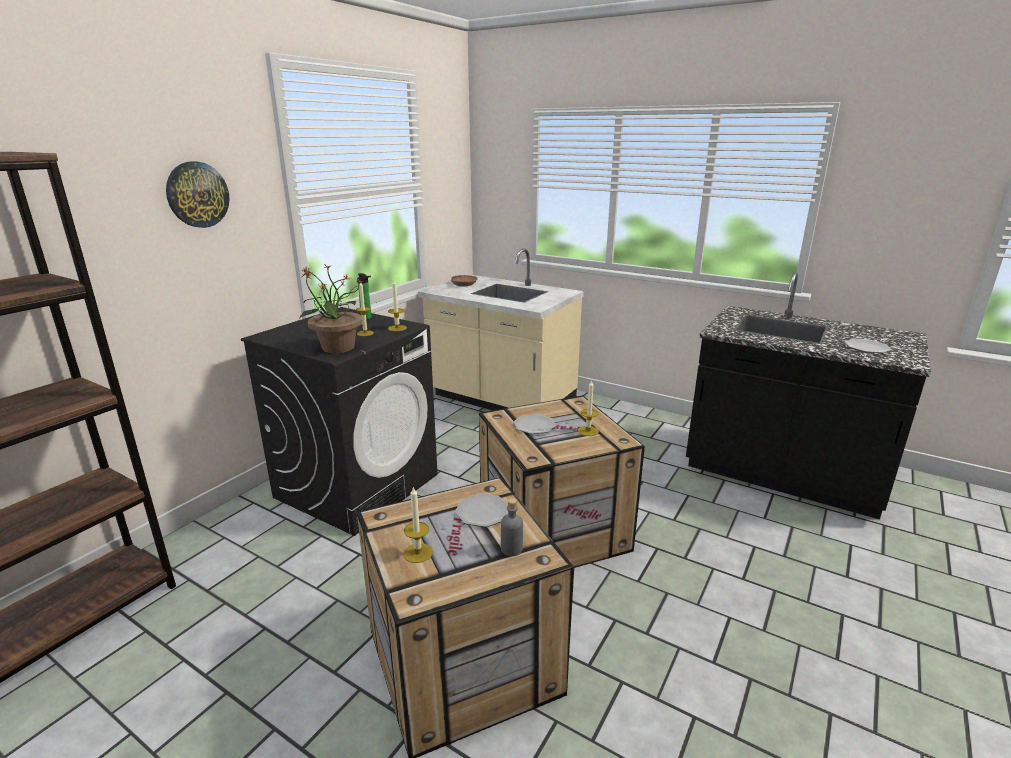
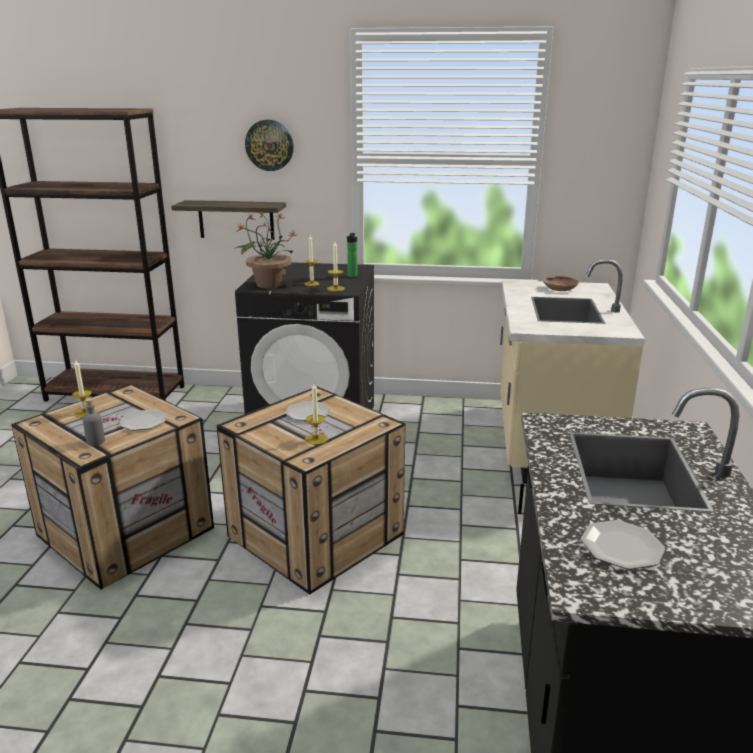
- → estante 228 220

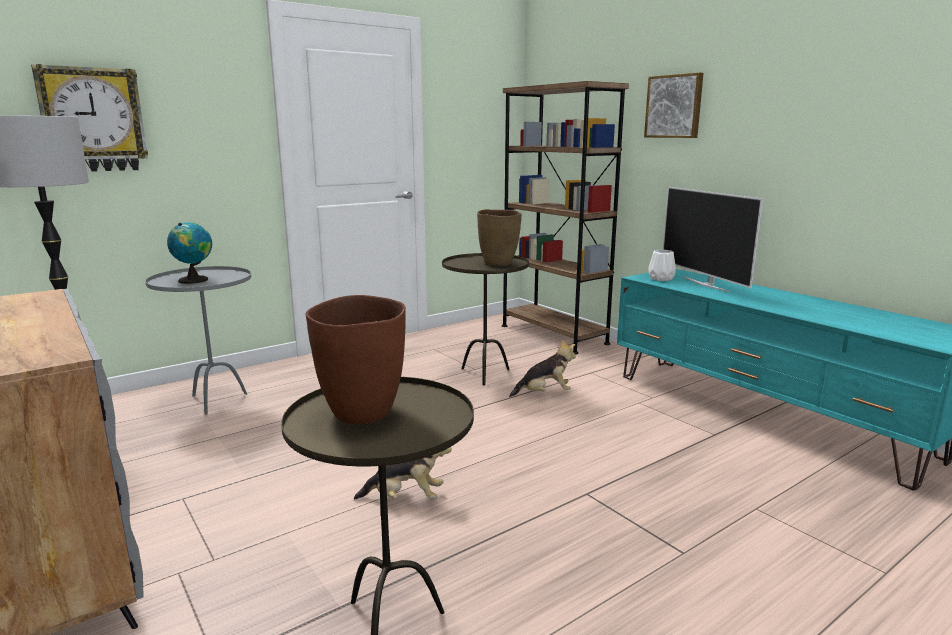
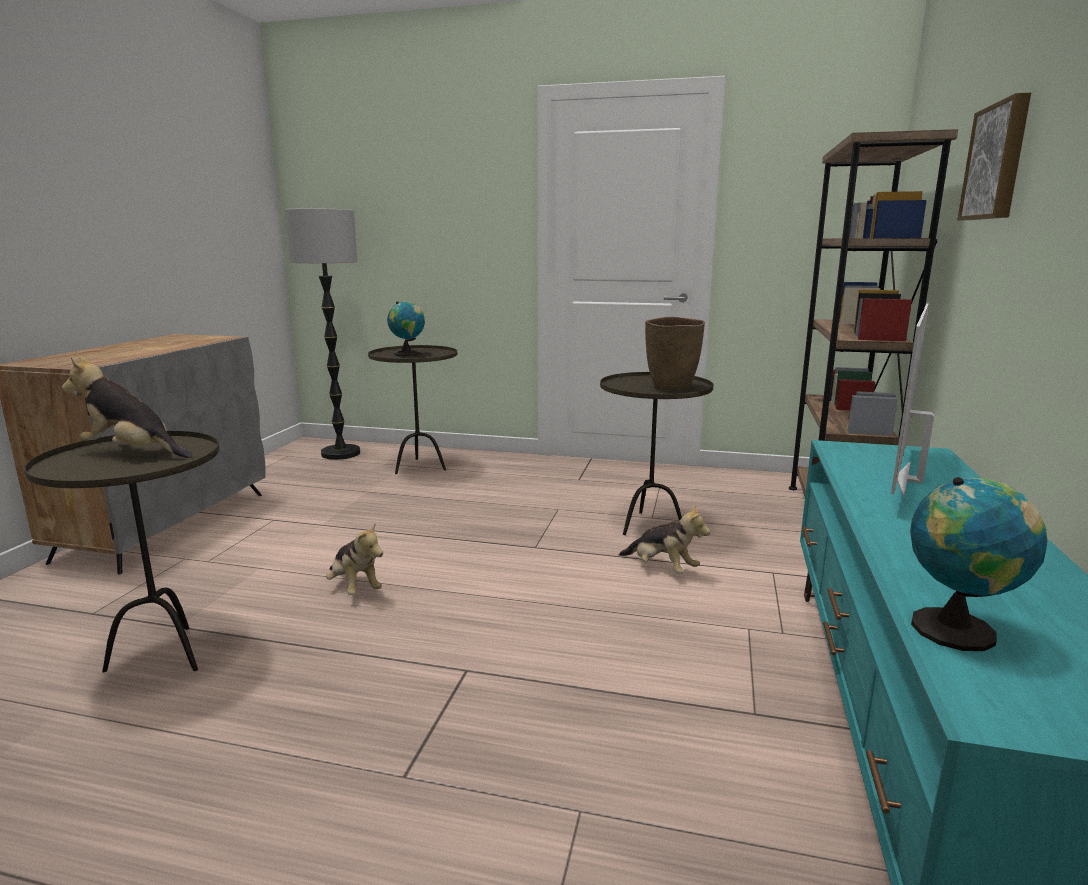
reloj de pared 89 118 → -
mesa auxiliar/gris 198 340 → mesa auxiliar/marrón 412 409
florero/marrón 356 359 → peluche 127 407
florero/blanco 662 265 → -
- → globo terráqueo 979 564

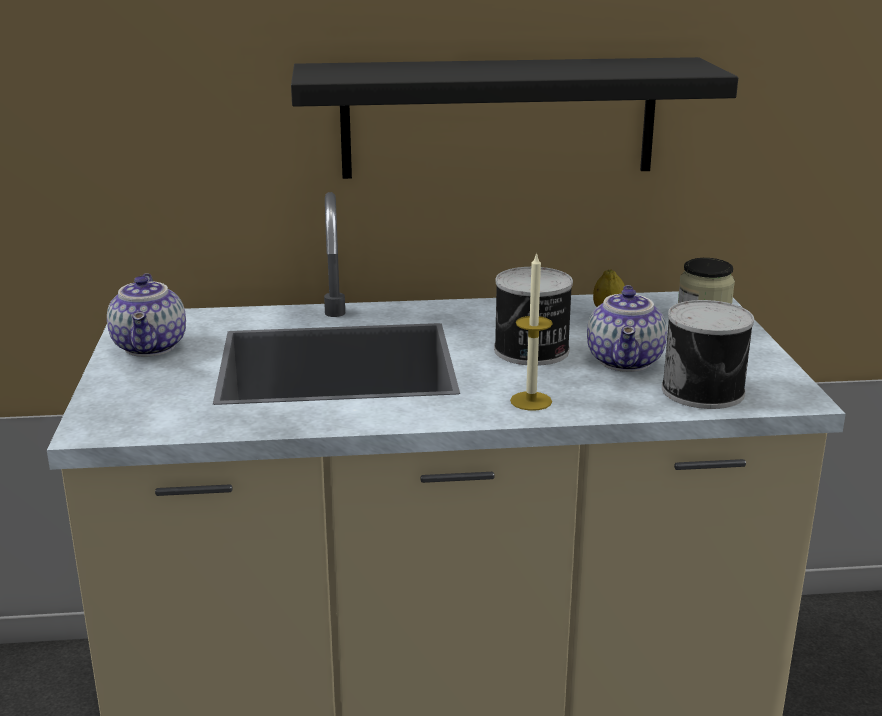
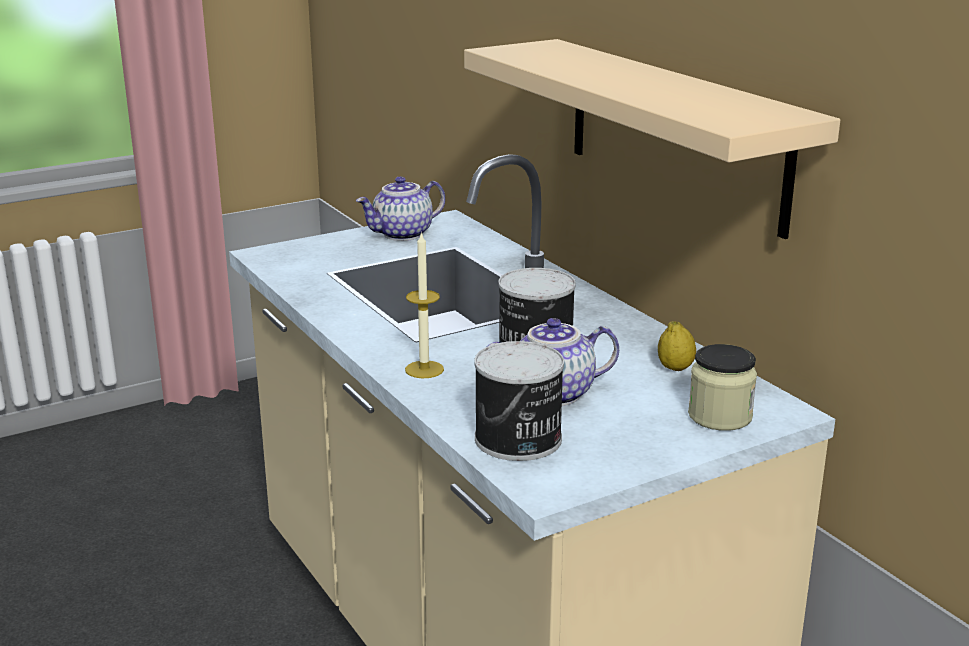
estante/negro 514 118 → estante/beis 652 139

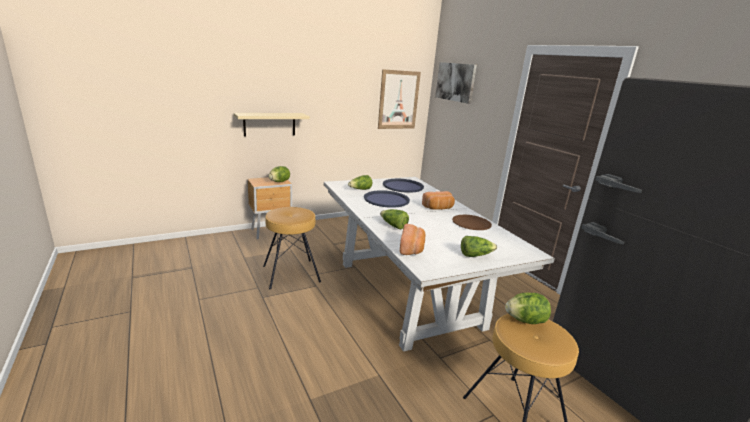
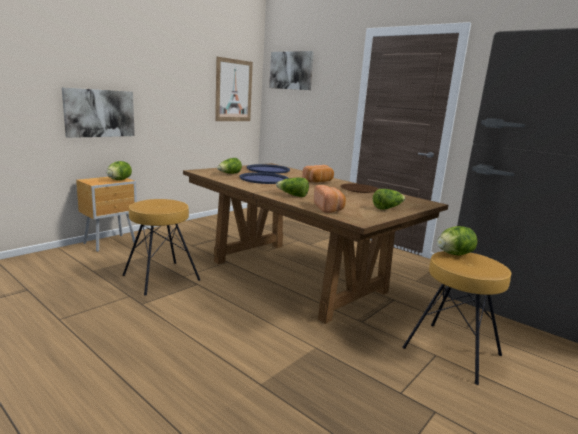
estante/beis 272 124 → cuadro 98 112
mesa de comedor/blanco 439 264 → mesa de comedor/marrón 315 243

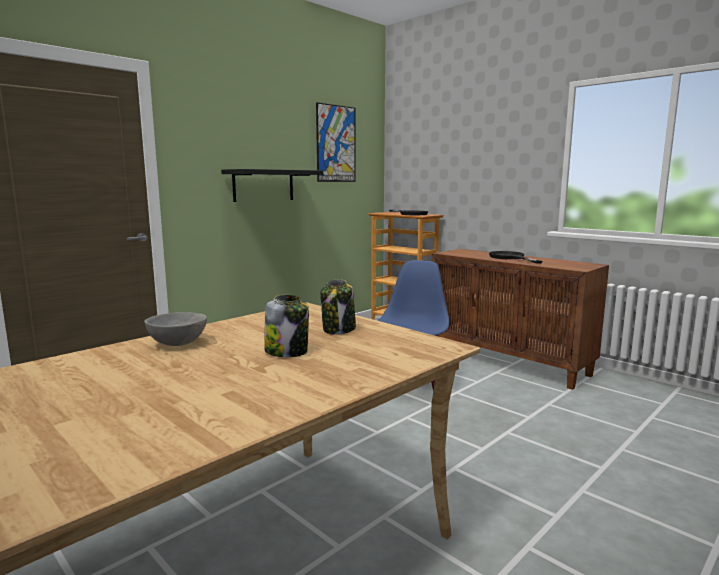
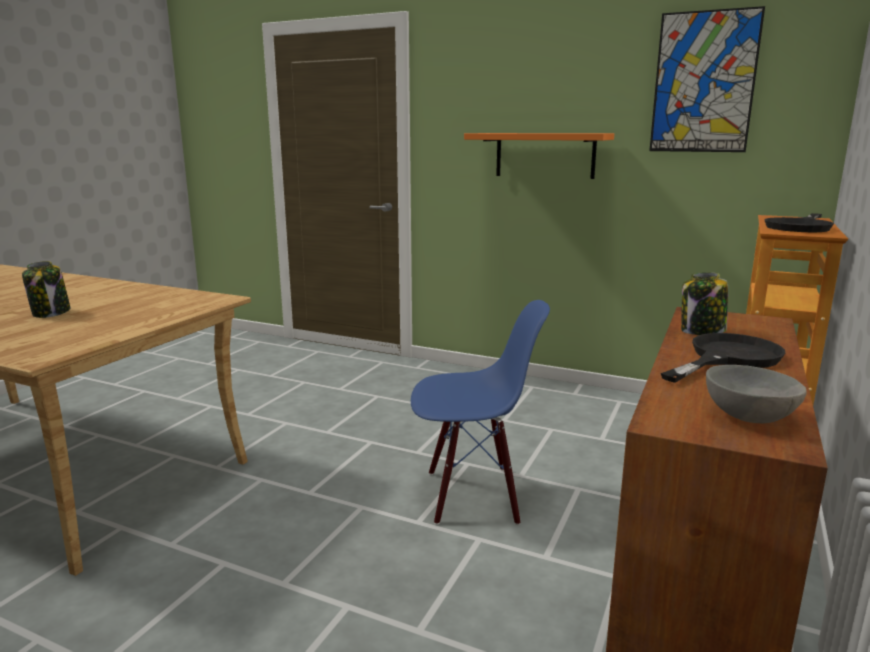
cuenco/gris 175 329 → cuenco/gris 756 394, relocated
estante/negro 272 185 → estante/naranja 539 156
tarro 338 307 → tarro 704 303, relocated

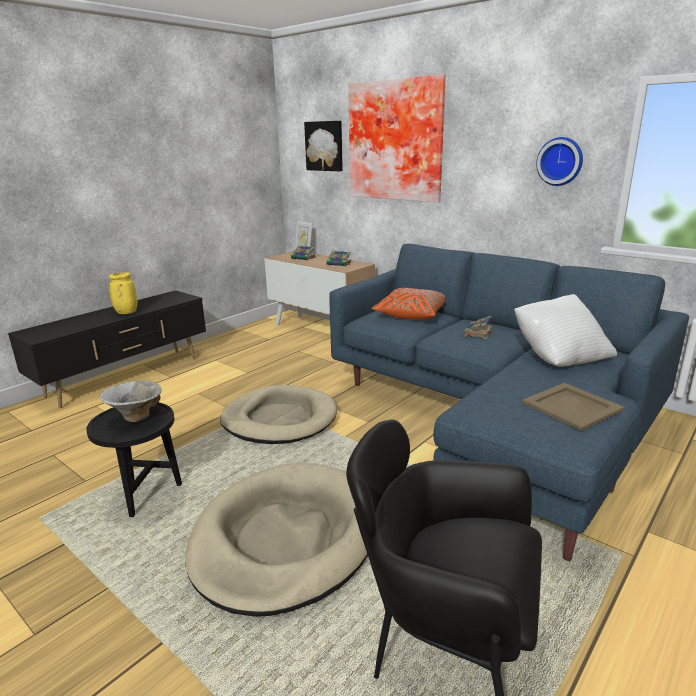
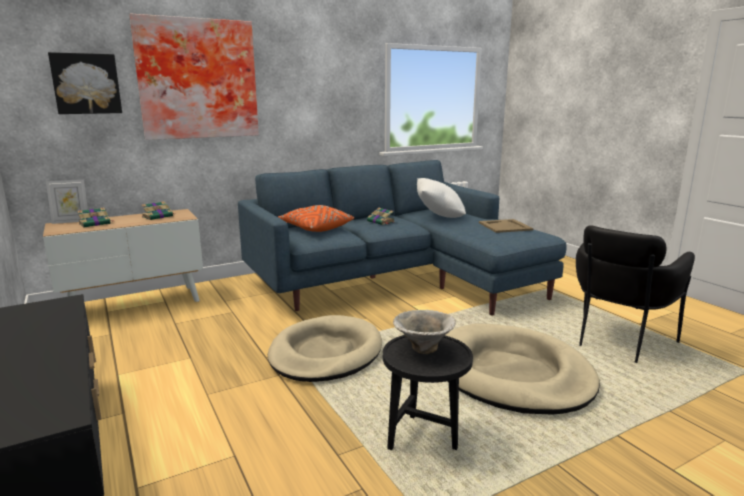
florero/amarillo 123 293 → -
reloj de pared 559 161 → -

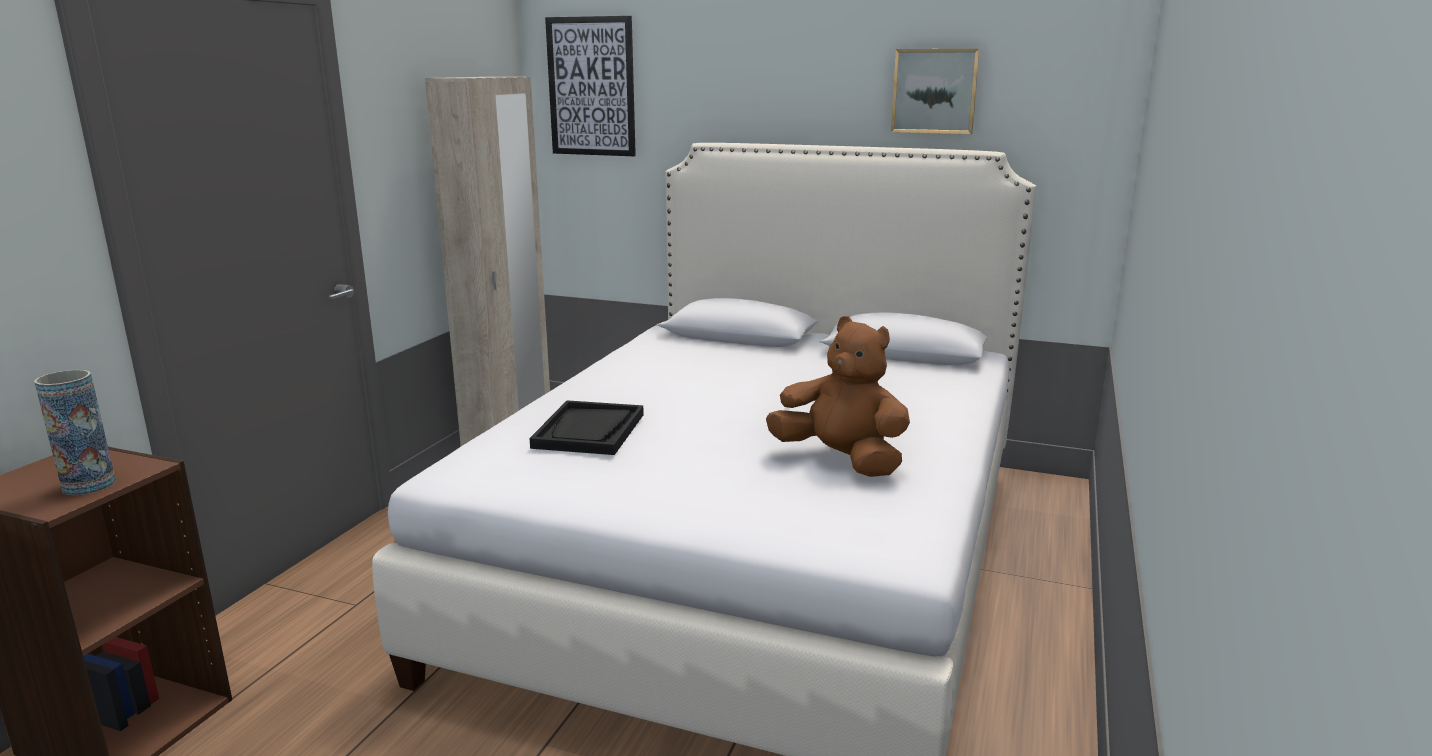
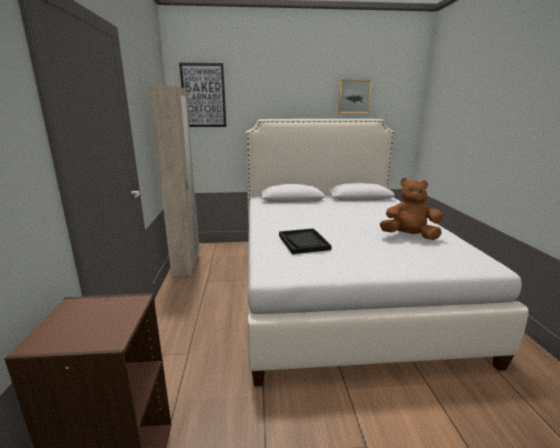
florero 75 432 → -

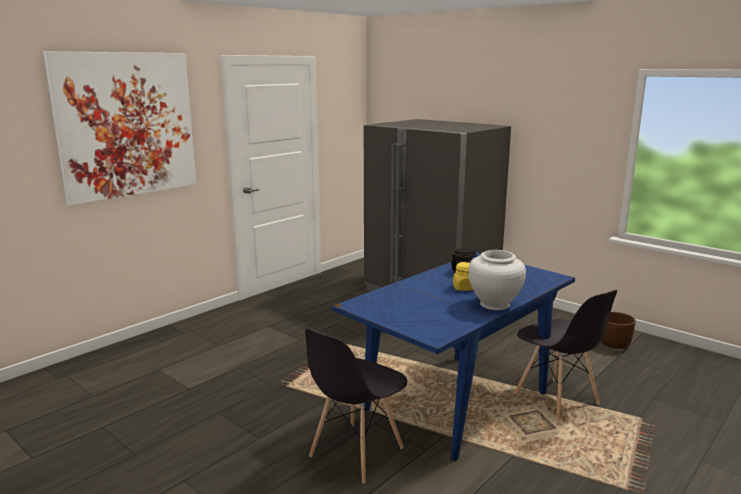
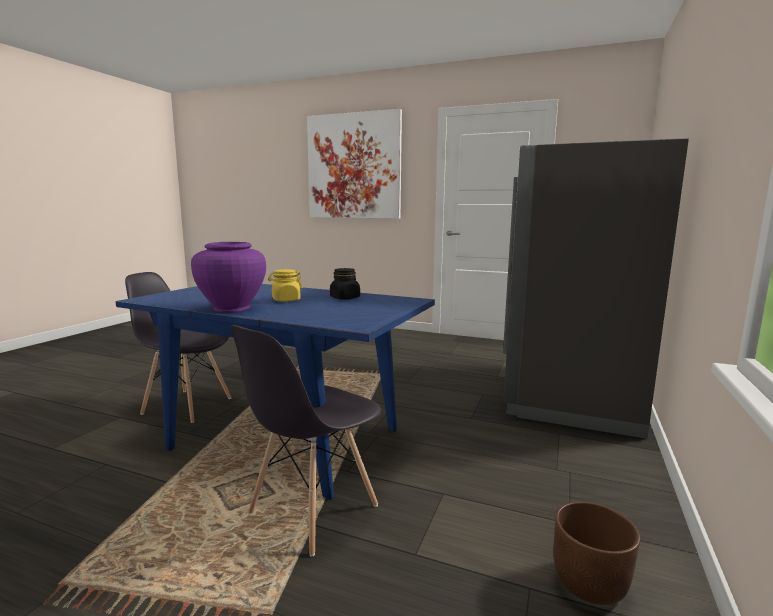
florero/blanco 497 280 → florero/morado 228 277

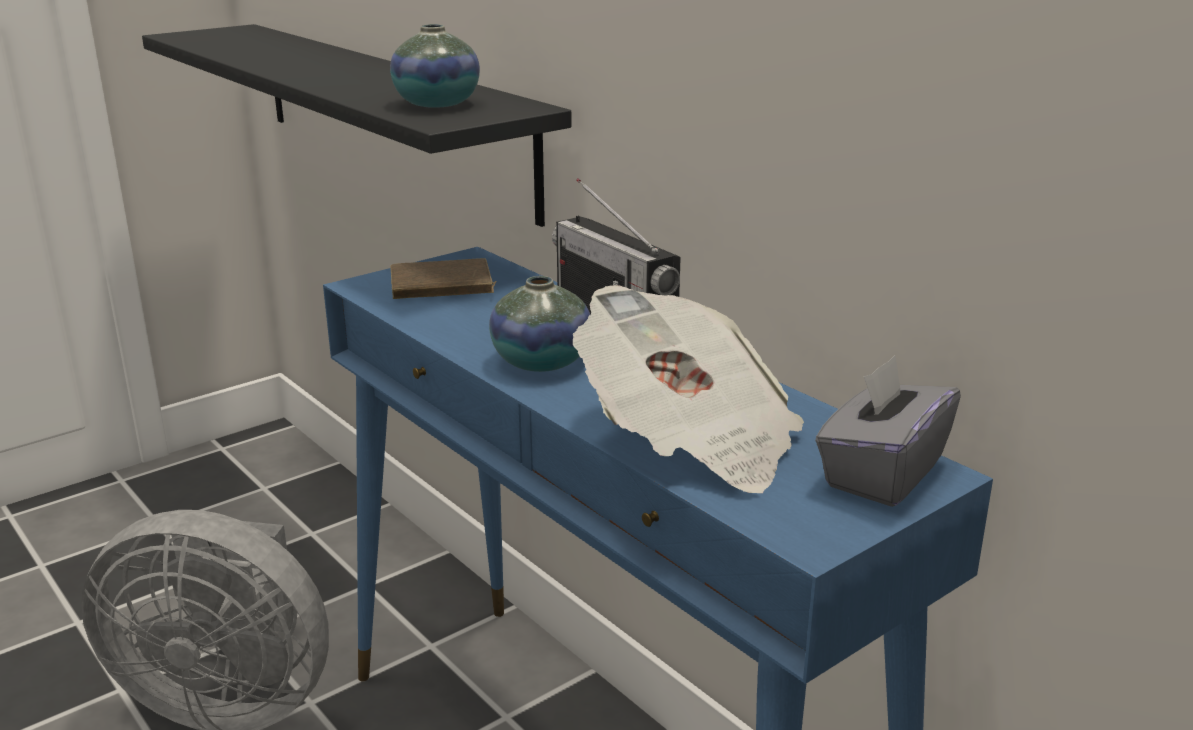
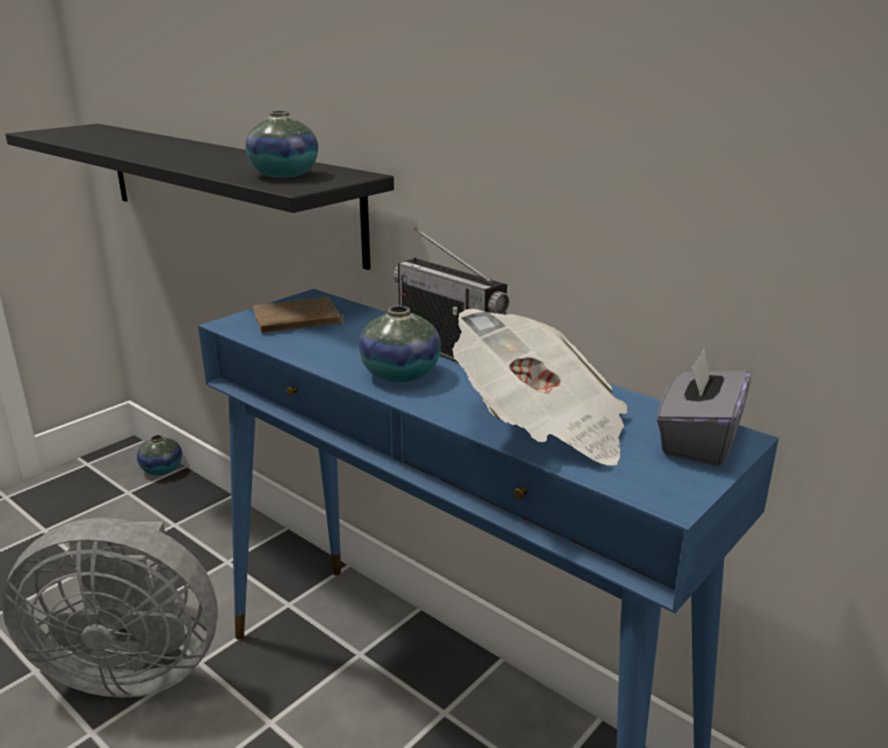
- → florero 159 455

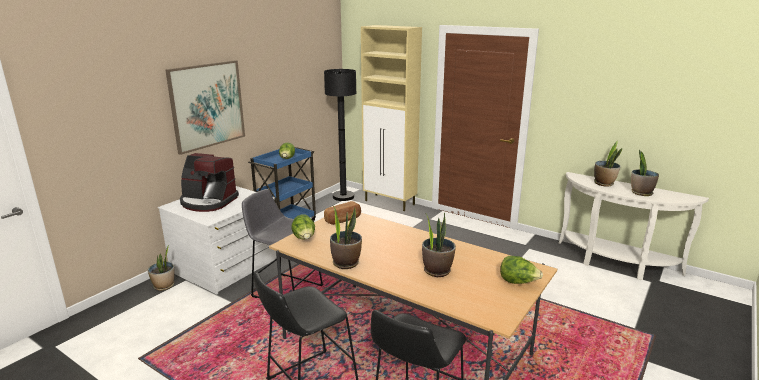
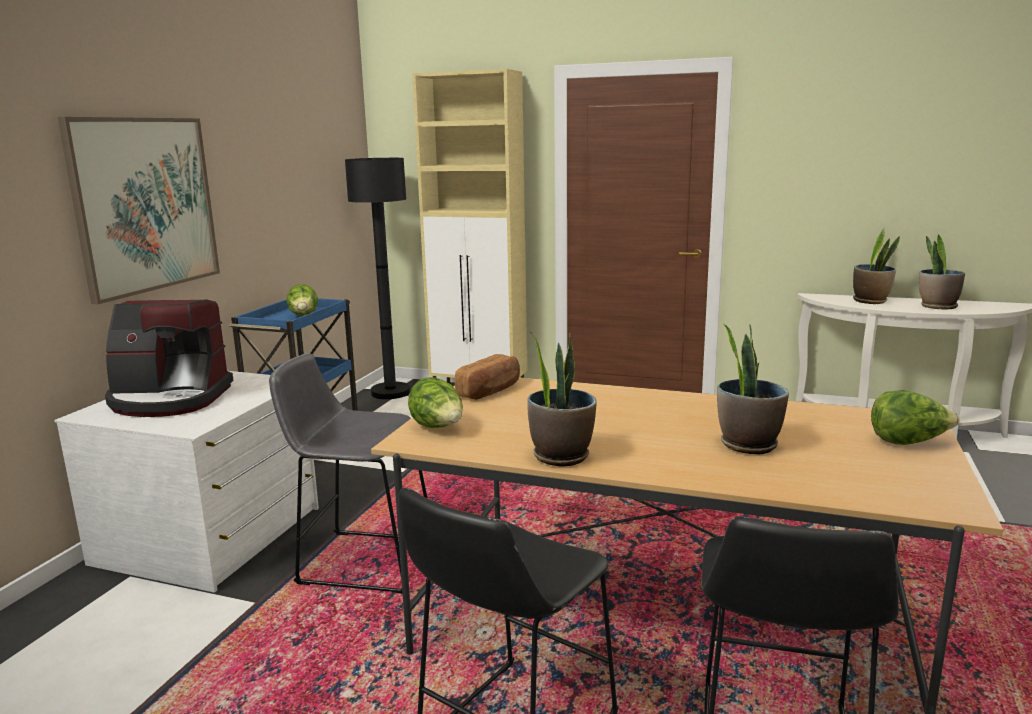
planta en maceta 161 268 → -

